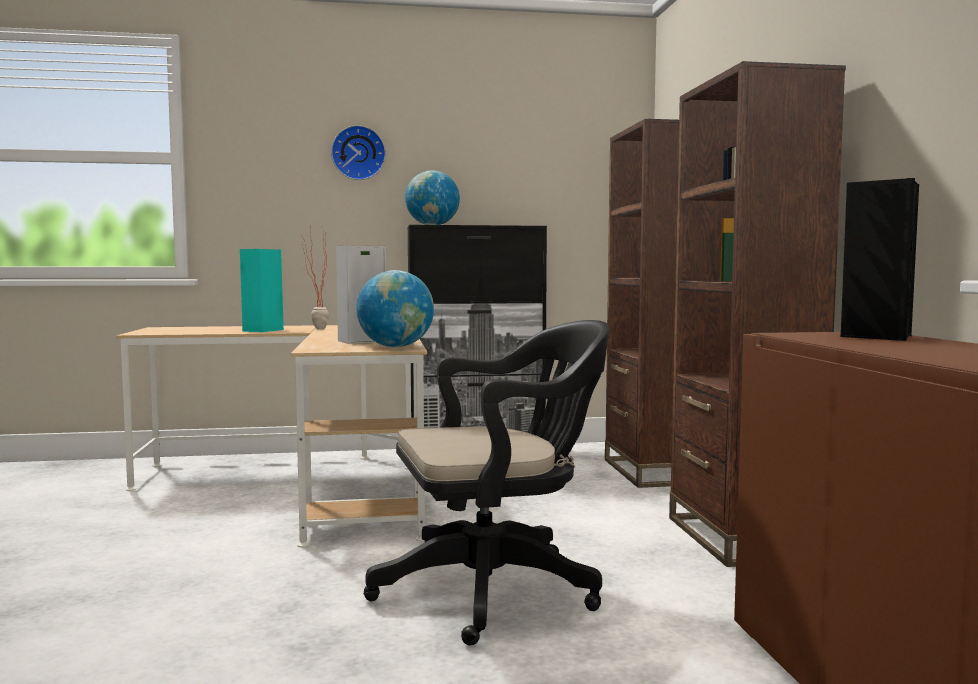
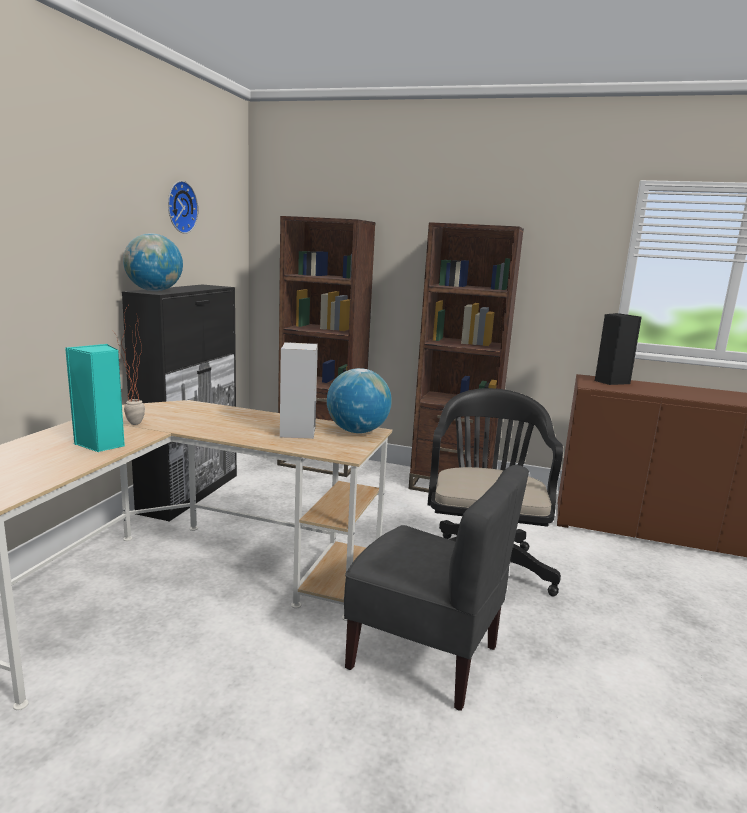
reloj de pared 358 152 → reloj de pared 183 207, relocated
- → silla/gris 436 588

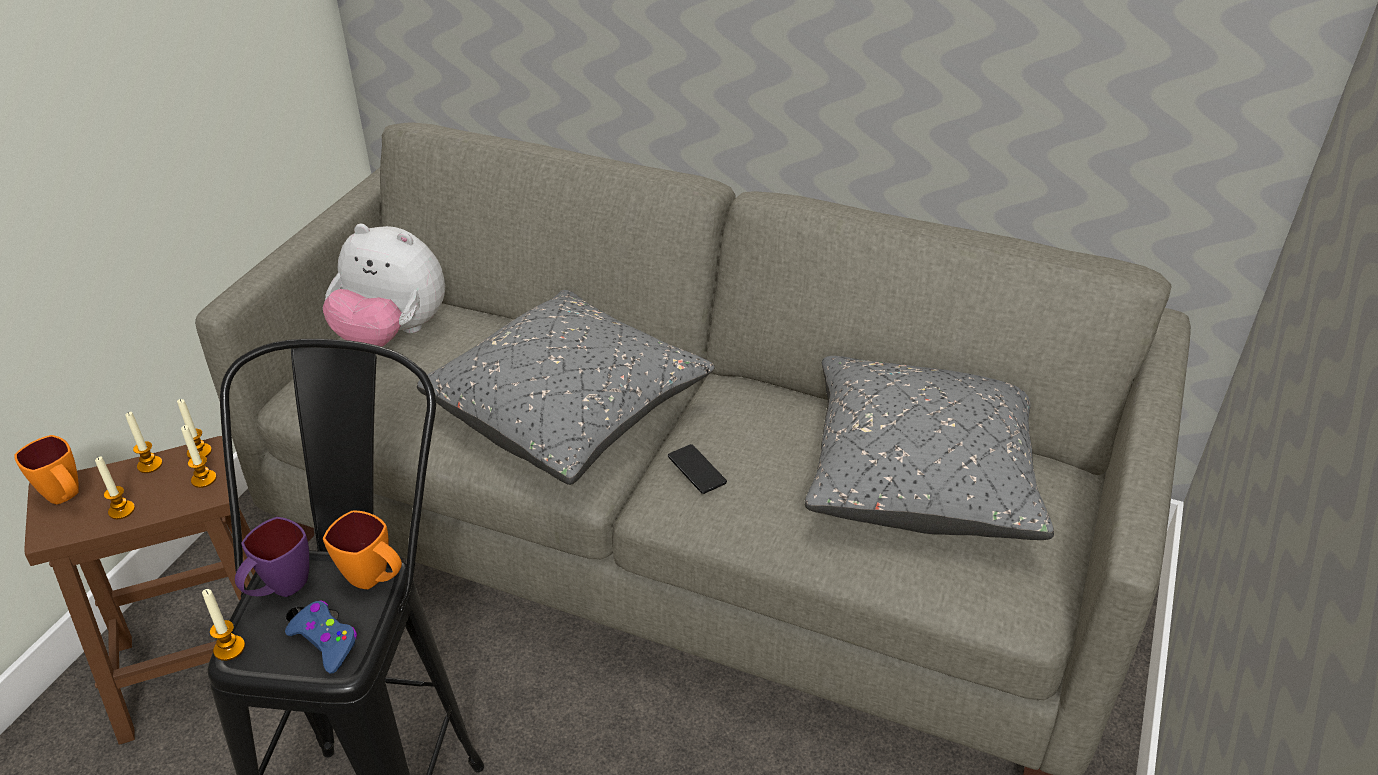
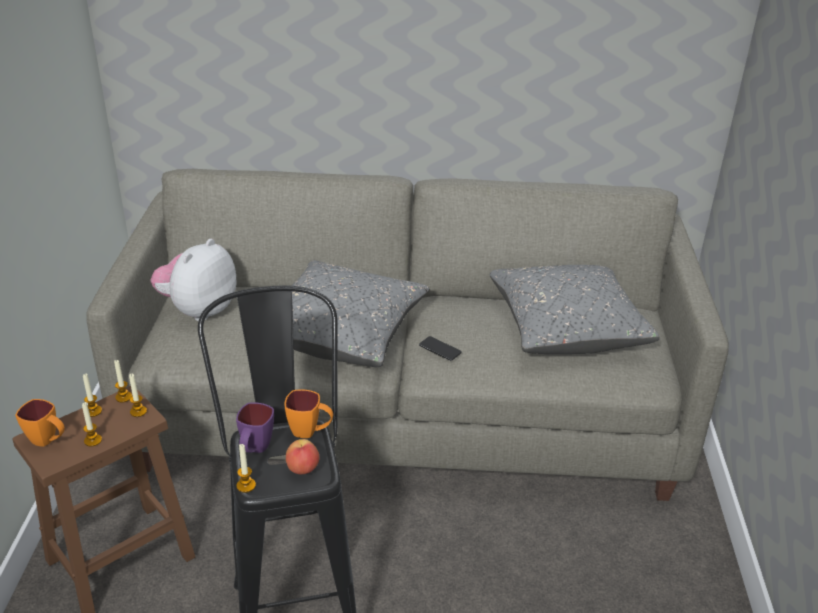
mando de consola/azul 321 637 → manzana 303 456
peluche 384 285 → peluche 193 280, 120 degrees clockwise

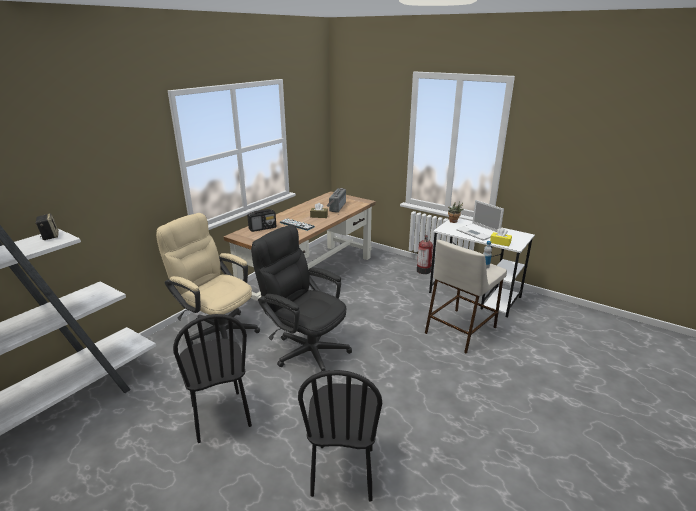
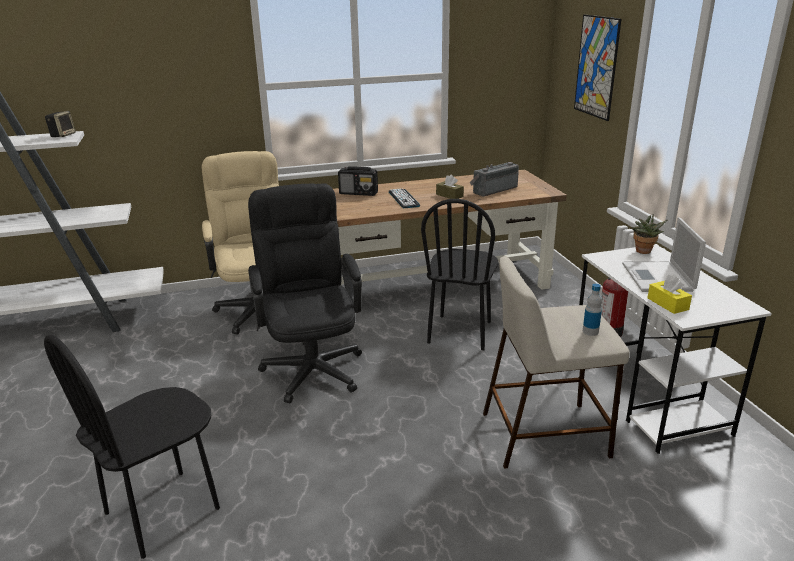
silla/negro 212 378 → silla/negro 459 274, relocated
- → cuadro 597 67

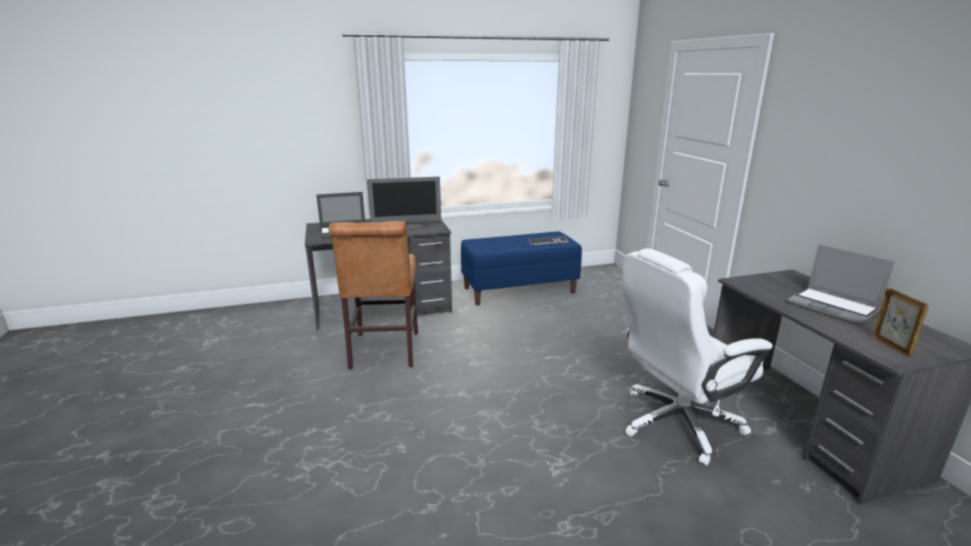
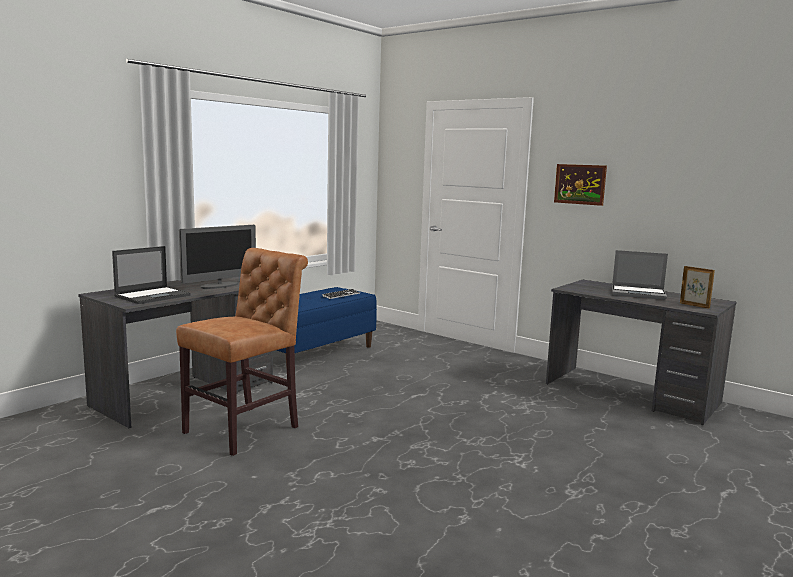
silla/marrón 373 295 → silla/marrón 242 352, 105 degrees counterclockwise
silla de oficina/blanco 697 357 → -
- → cuadro 580 185

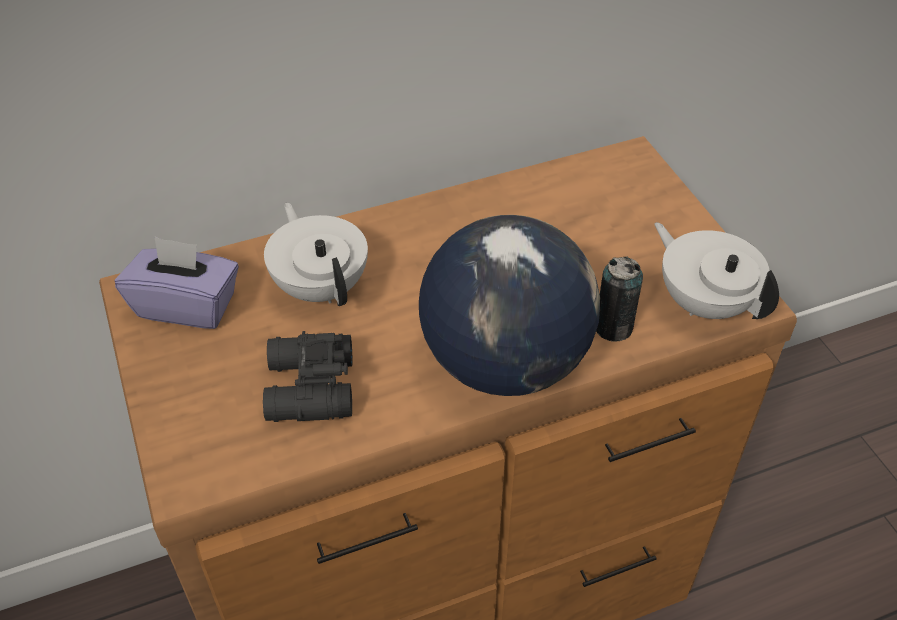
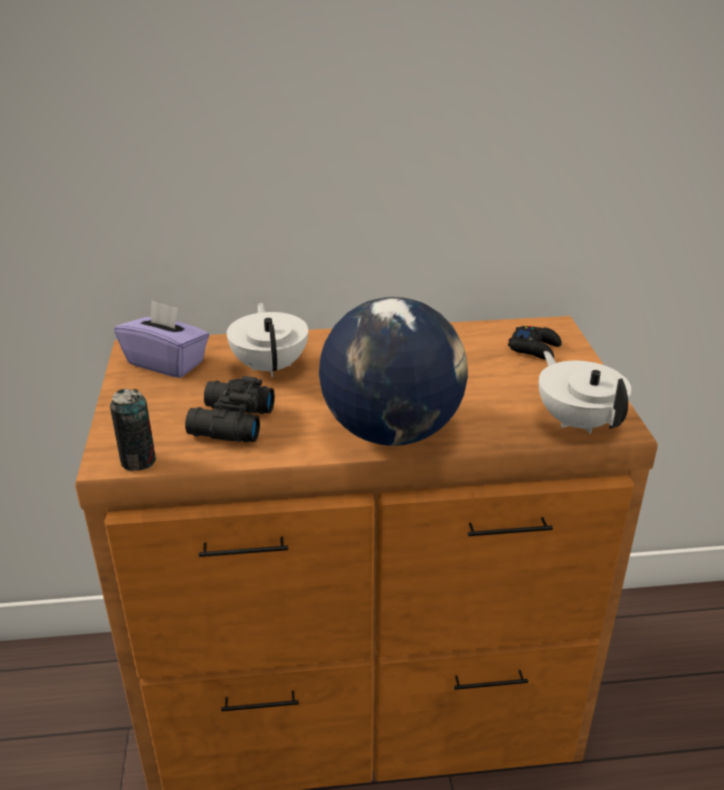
lata 619 299 → lata 133 429, relocated
- → mando de consola/negro 535 343

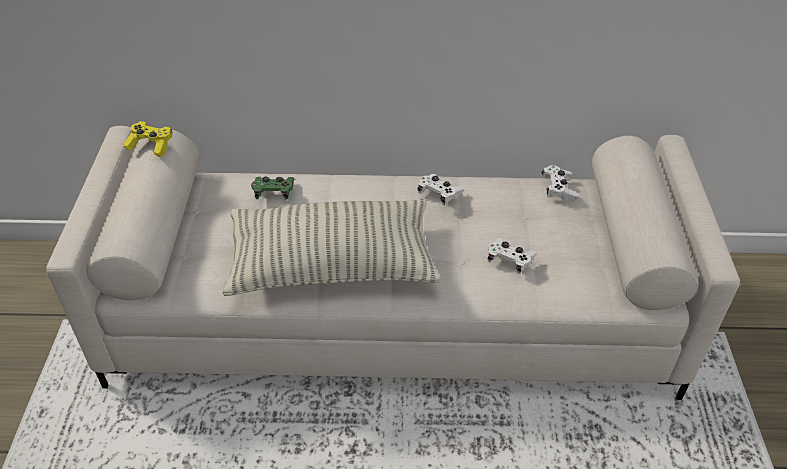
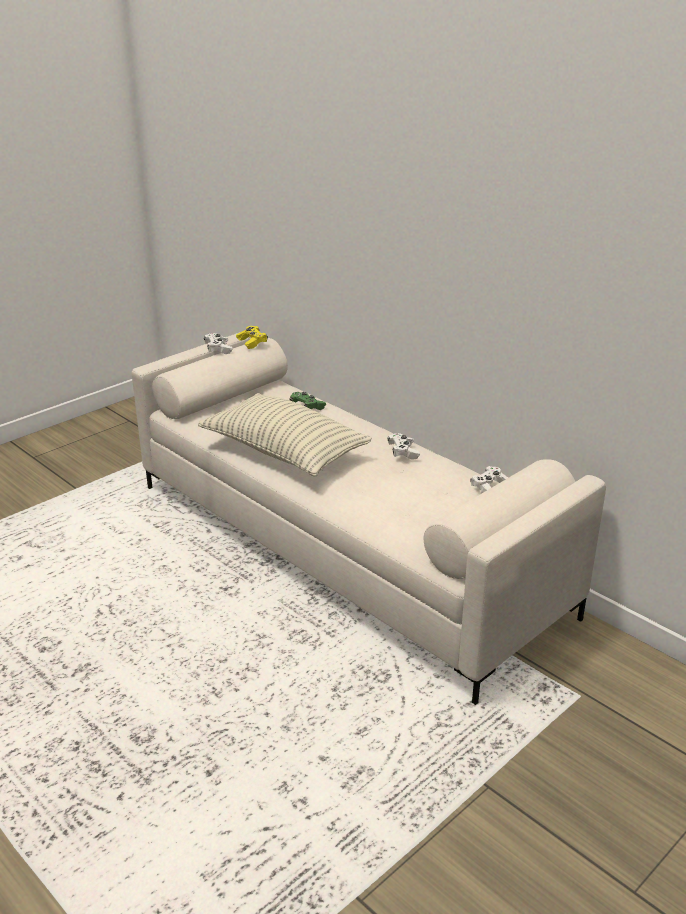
mando de consola/blanco 512 256 → mando de consola/blanco 218 343, relocated

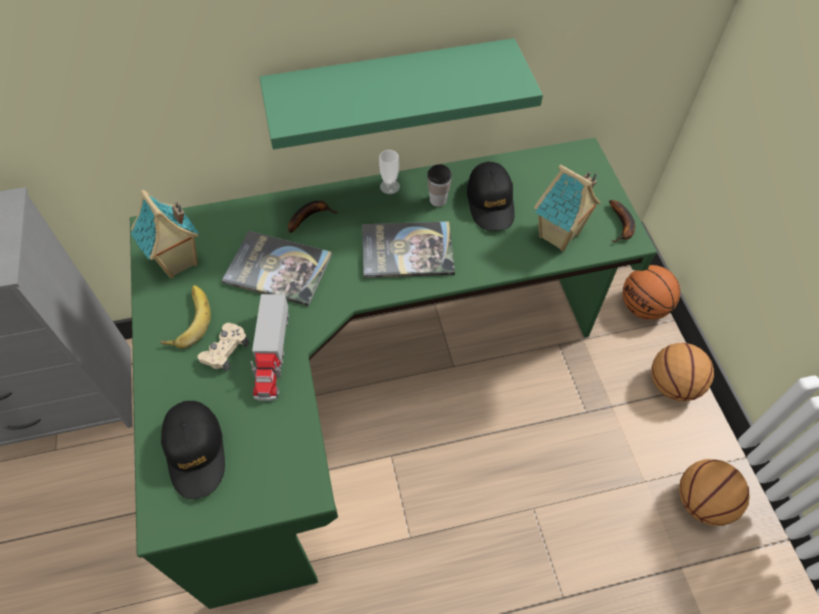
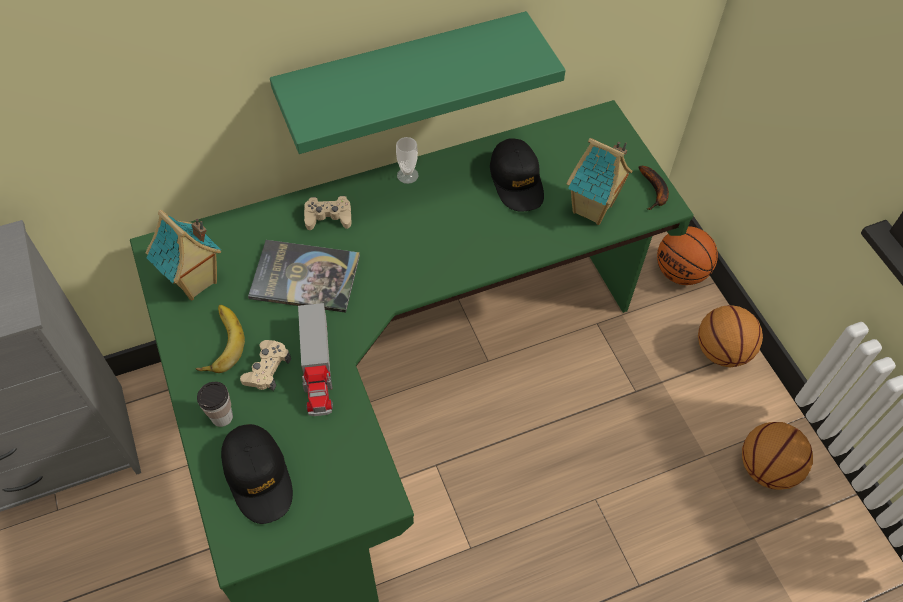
plátano 313 217 → mando de consola/beis 328 213
libro 408 249 → -
taza 439 185 → taza 215 404, relocated

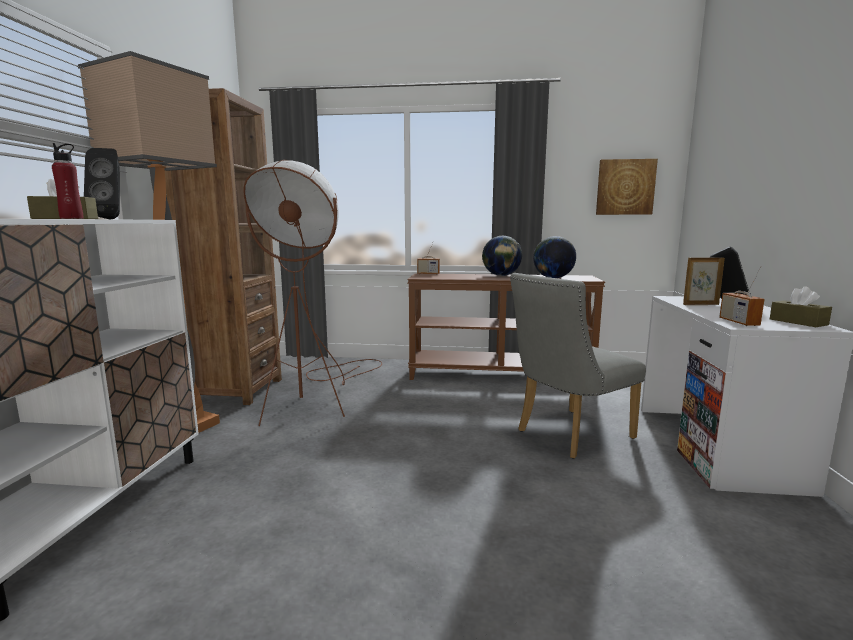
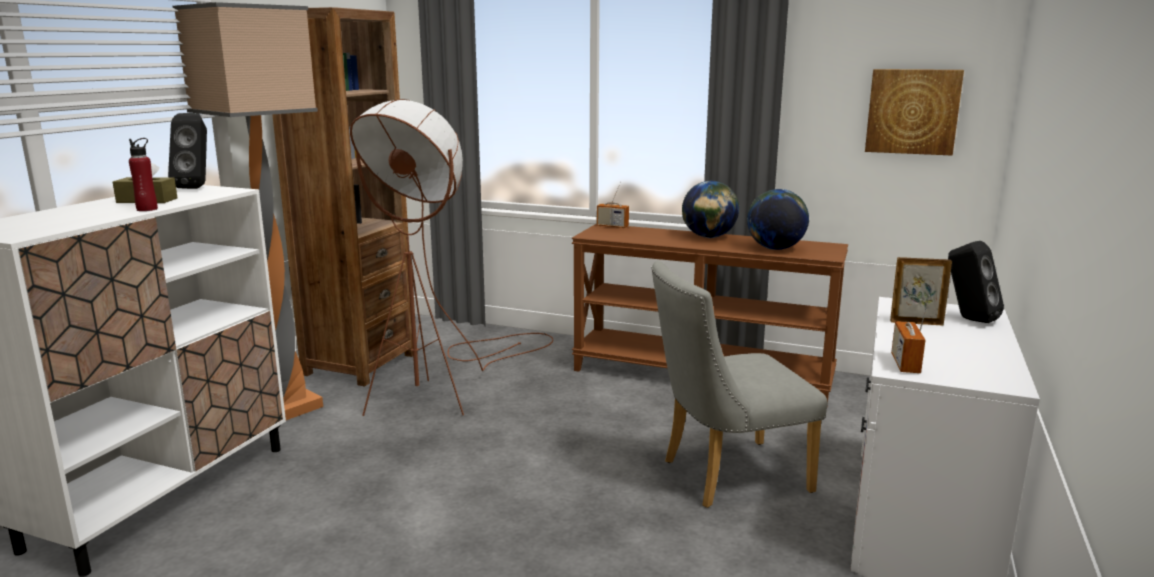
caja de pañuelos/marrón 801 306 → -

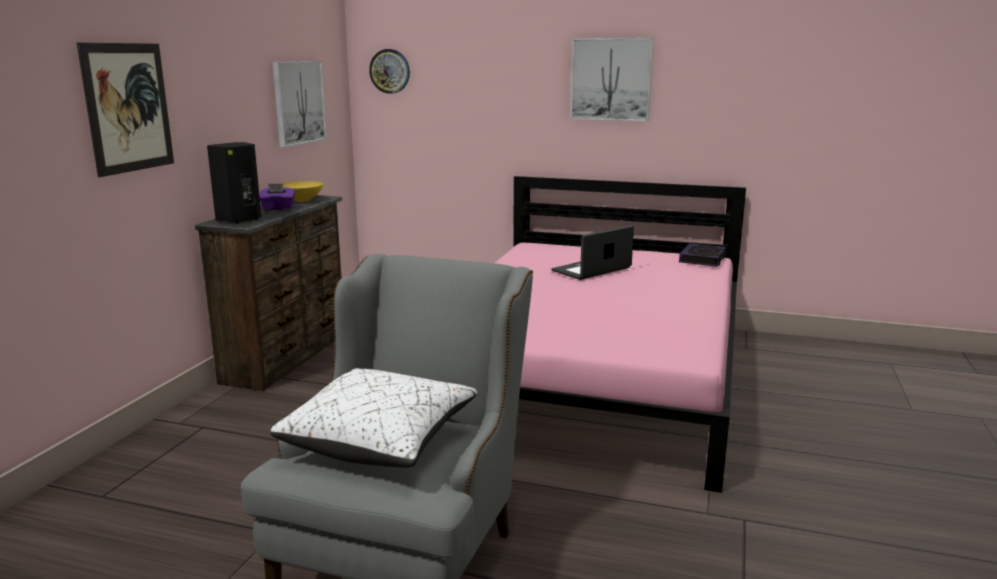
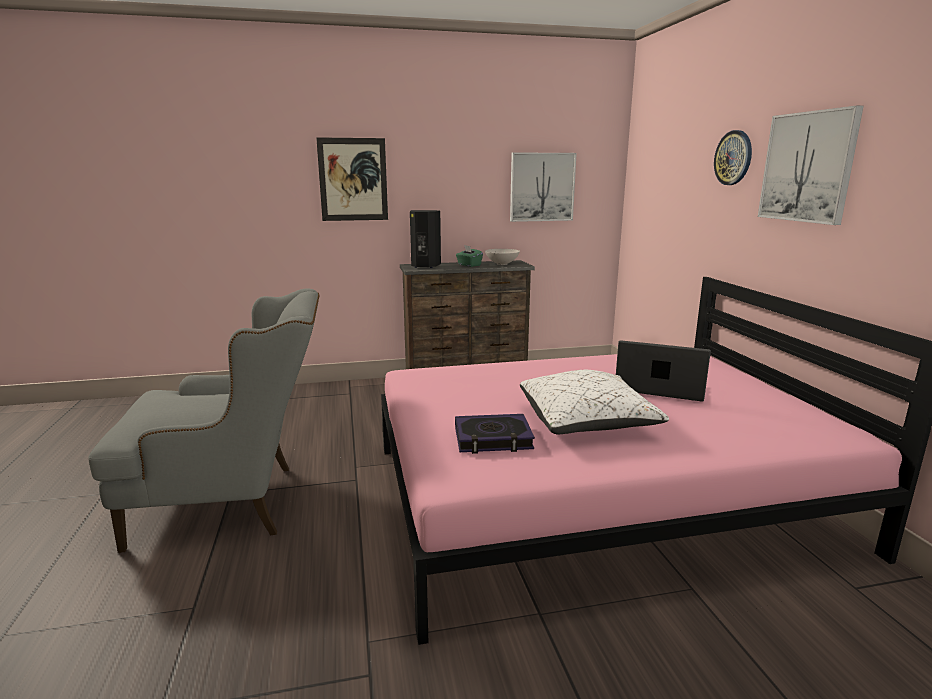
caja de pañuelos/morado 277 197 → caja de pañuelos/verde 469 256
cojín/blanco 374 418 → cojín/blanco 594 402, relocated
cuenco/amarillo 302 191 → cuenco/blanco 502 257
reloj de pared 389 71 → reloj de pared 733 157, relocated
libro 702 254 → libro 495 434, relocated

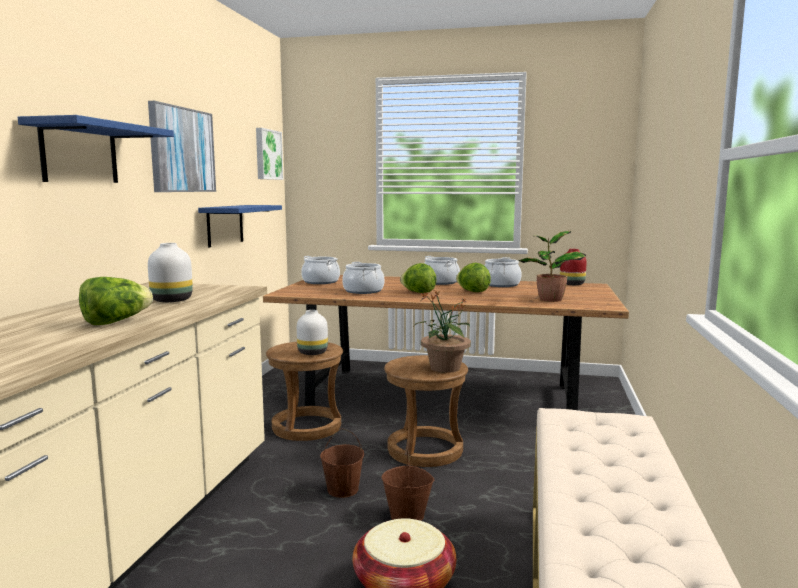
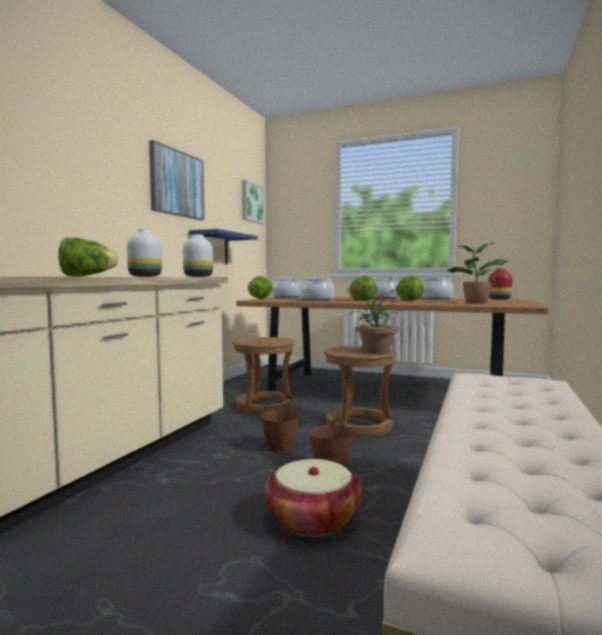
estante/azul 96 149 → -
florero/blanco 312 332 → florero/blanco 198 255, relocated
- → lechuga 260 287

